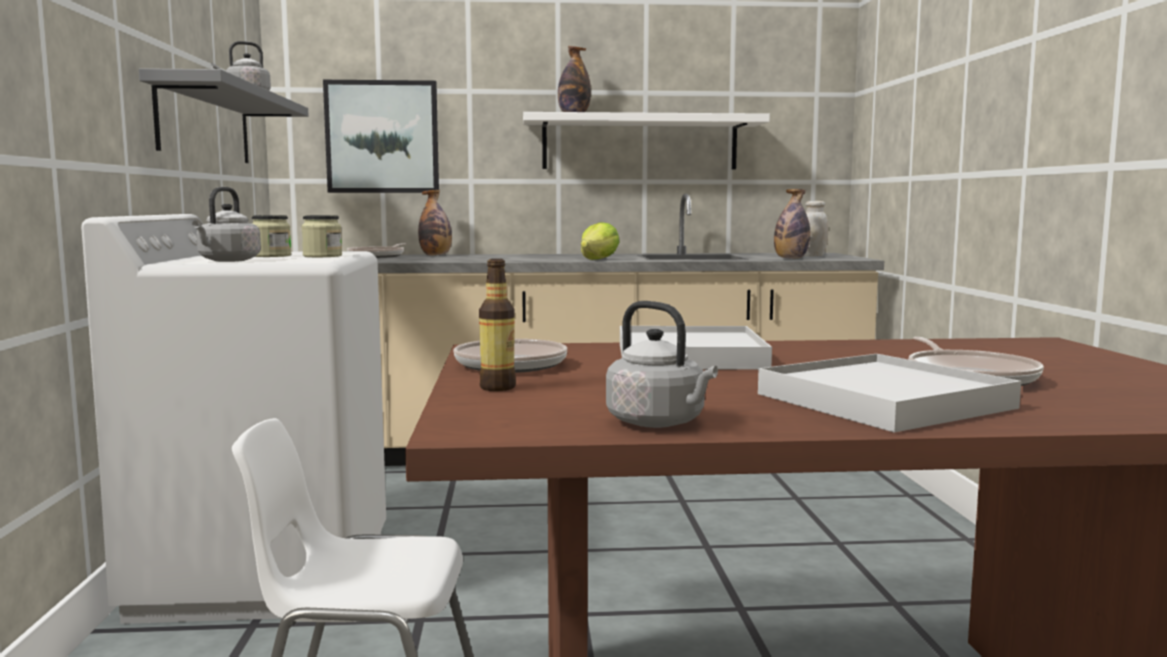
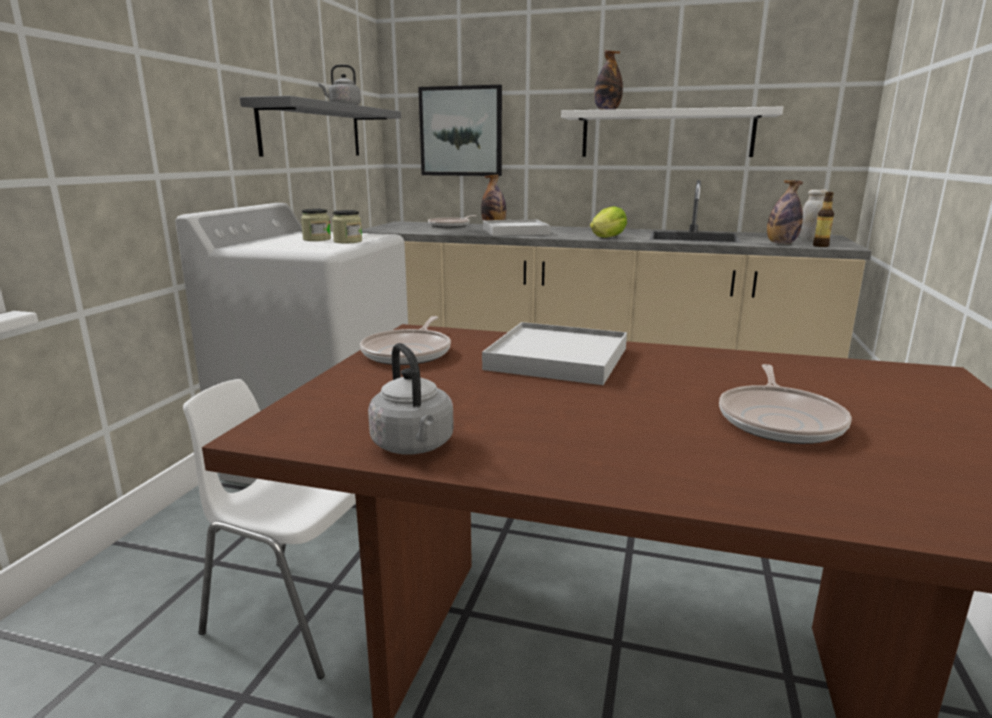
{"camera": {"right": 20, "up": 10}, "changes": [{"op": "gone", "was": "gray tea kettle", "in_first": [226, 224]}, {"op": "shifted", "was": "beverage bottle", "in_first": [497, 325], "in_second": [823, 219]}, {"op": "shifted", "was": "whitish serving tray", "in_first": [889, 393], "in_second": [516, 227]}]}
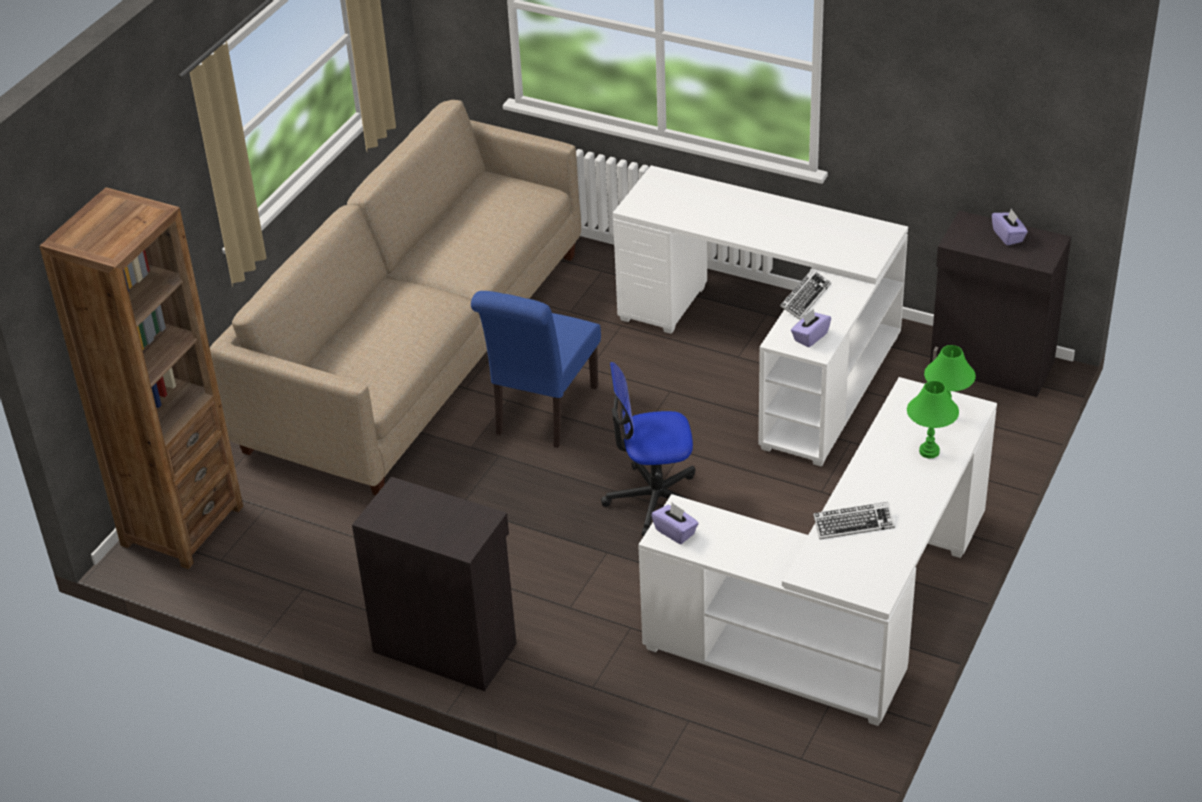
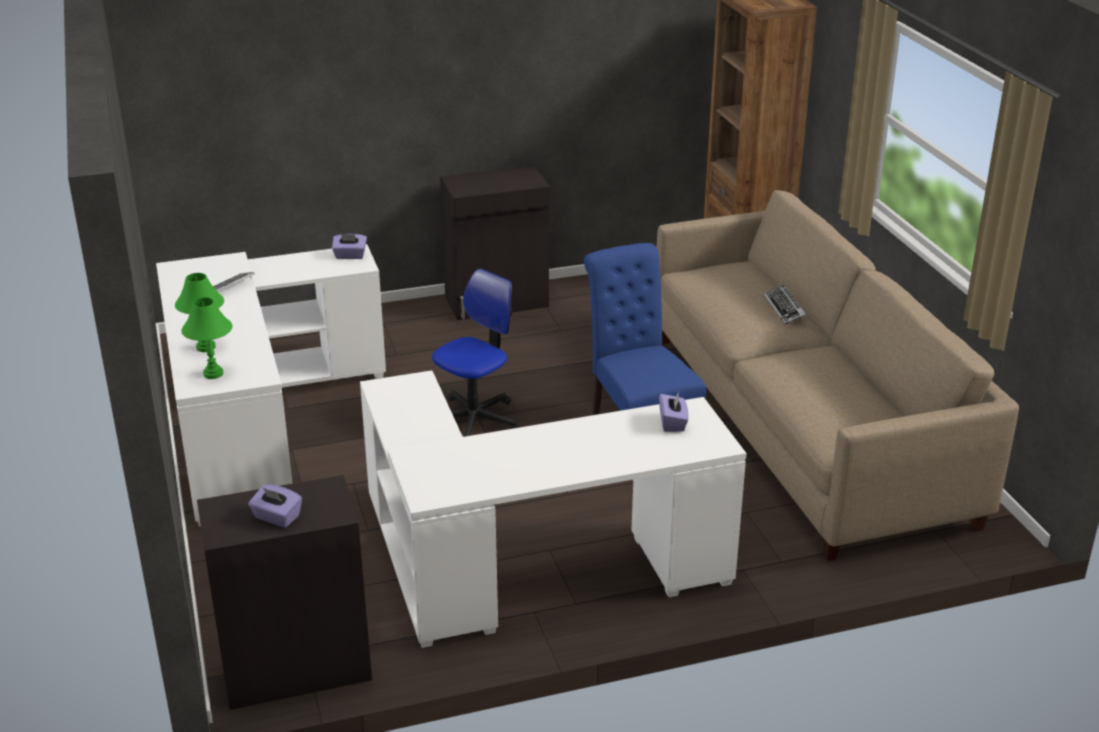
{"camera": {"right": 135, "up": -10}, "changes": [{"op": "shifted", "was": "PC keyboard", "in_first": [805, 294], "in_second": [785, 305]}, {"op": "shifted", "was": "purplish tissue box", "in_first": [811, 328], "in_second": [674, 412]}]}
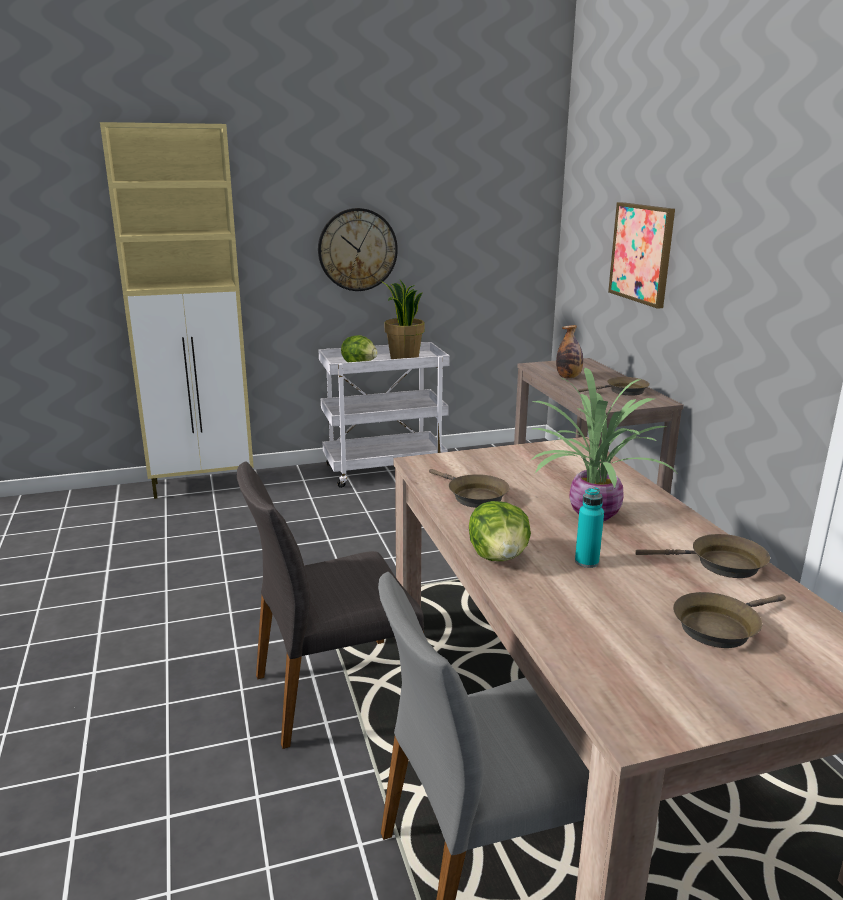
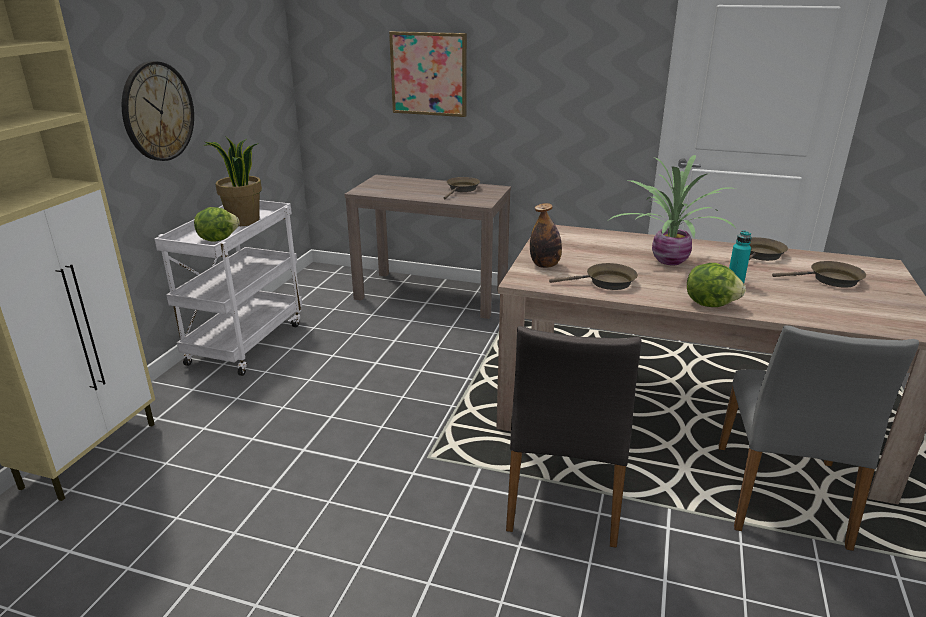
{"camera": {"right": -55, "up": 5}, "changes": [{"op": "shifted", "was": "beverage bottle", "in_first": [569, 351], "in_second": [546, 235]}, {"op": "rotated", "was": "brownish pan", "in_first": [729, 620], "in_second": [819, 274], "clockwise": -90}]}
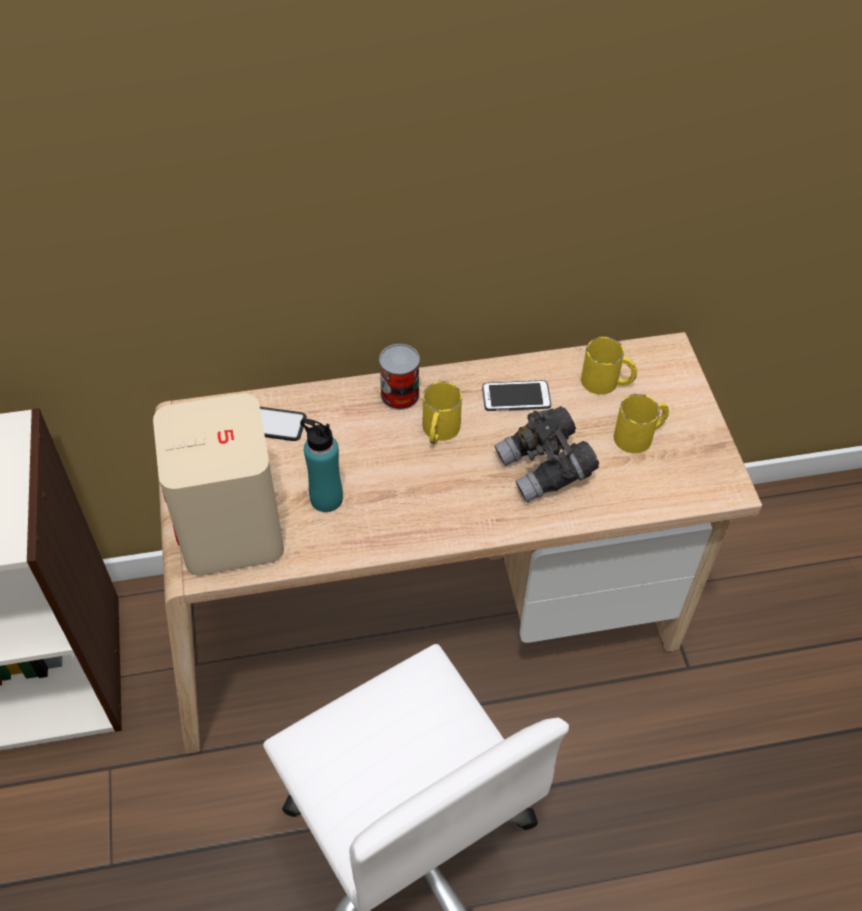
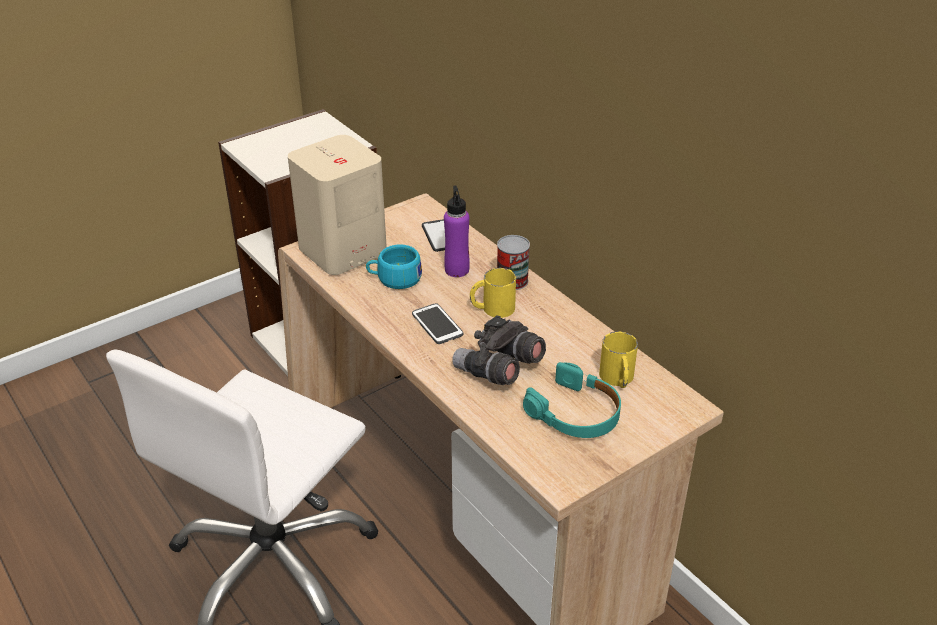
{"camera": {"right": 65, "up": -15}, "changes": [{"op": "swapped", "was": "blue-green beverage bottle", "now": "blue-green small cup", "in_first": [321, 465], "in_second": [394, 266]}, {"op": "shifted", "was": "telephone", "in_first": [516, 395], "in_second": [437, 323]}, {"op": "swapped", "was": "yellowish tea mug", "now": "blue-green headset", "in_first": [641, 423], "in_second": [572, 400]}, {"op": "new", "now": "purplish beverage bottle", "in_second": [457, 231]}]}
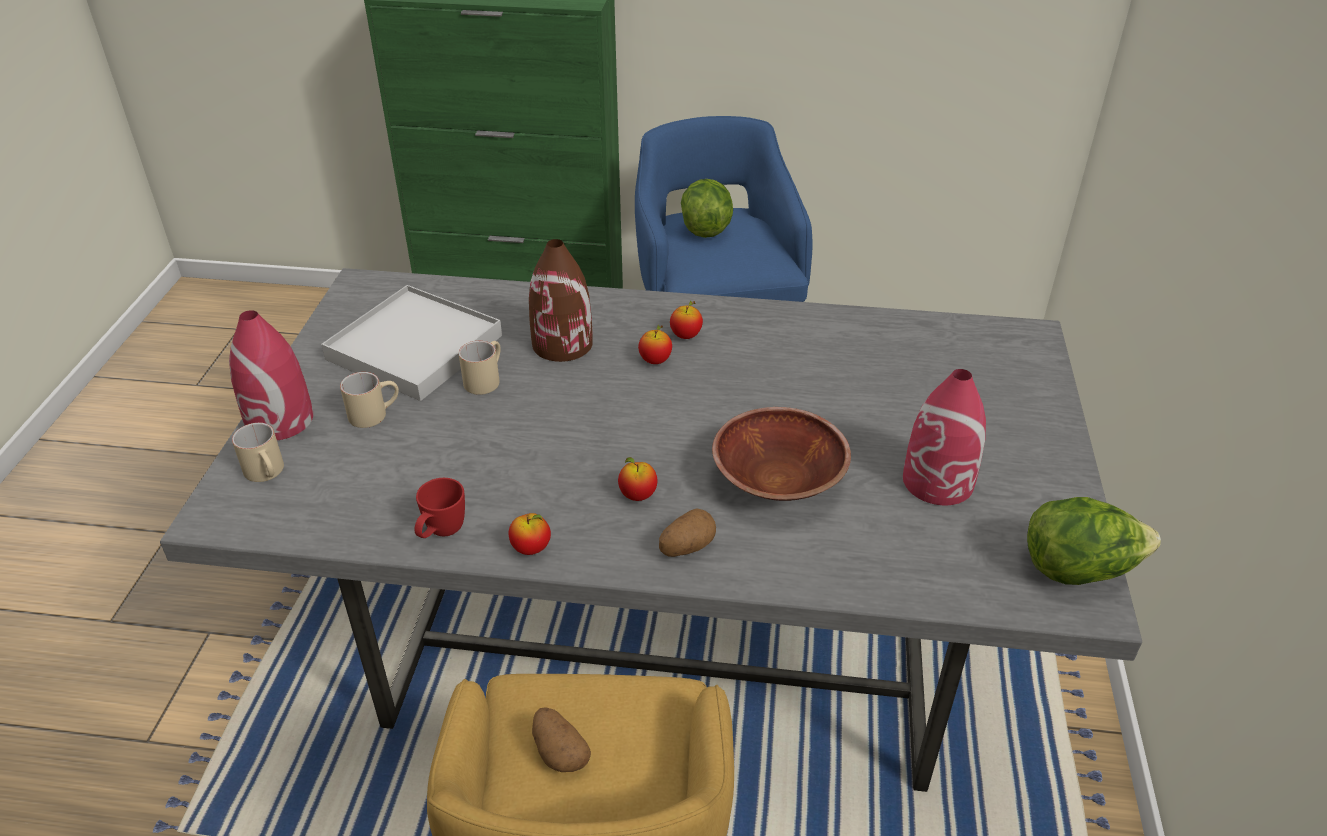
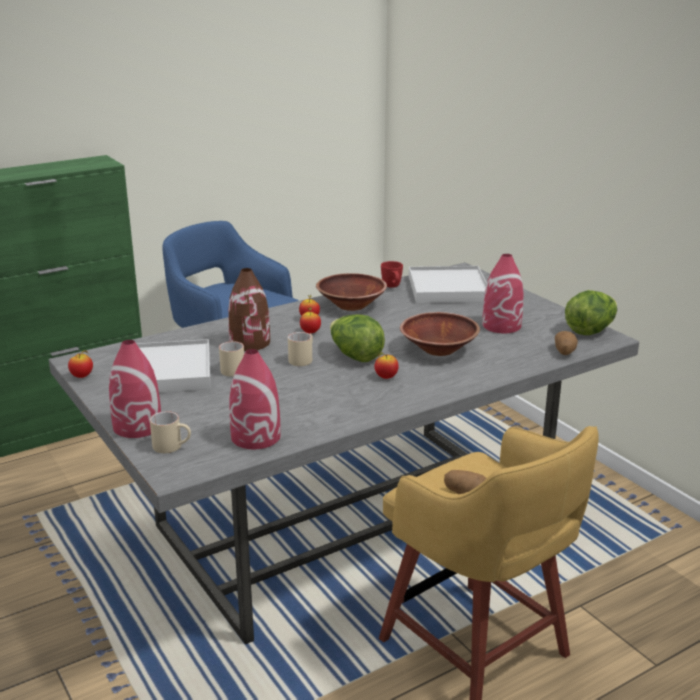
{"camera": {"right": -40, "up": -15}, "changes": [{"op": "shifted", "was": "sand-coloured tea mug", "in_first": [369, 400], "in_second": [300, 349]}, {"op": "shifted", "was": "red-coloured tea mug", "in_first": [439, 508], "in_second": [392, 274]}, {"op": "shifted", "was": "apple", "in_first": [530, 534], "in_second": [80, 364]}, {"op": "shifted", "was": "potato", "in_first": [687, 533], "in_second": [566, 343]}, {"op": "shifted", "was": "lettuce", "in_first": [707, 208], "in_second": [357, 338]}, {"op": "new", "now": "red-coloured flower vase", "in_second": [255, 399]}, {"op": "new", "now": "brownish deep dish", "in_second": [351, 292]}, {"op": "new", "now": "whitish serving tray", "in_second": [448, 284]}]}
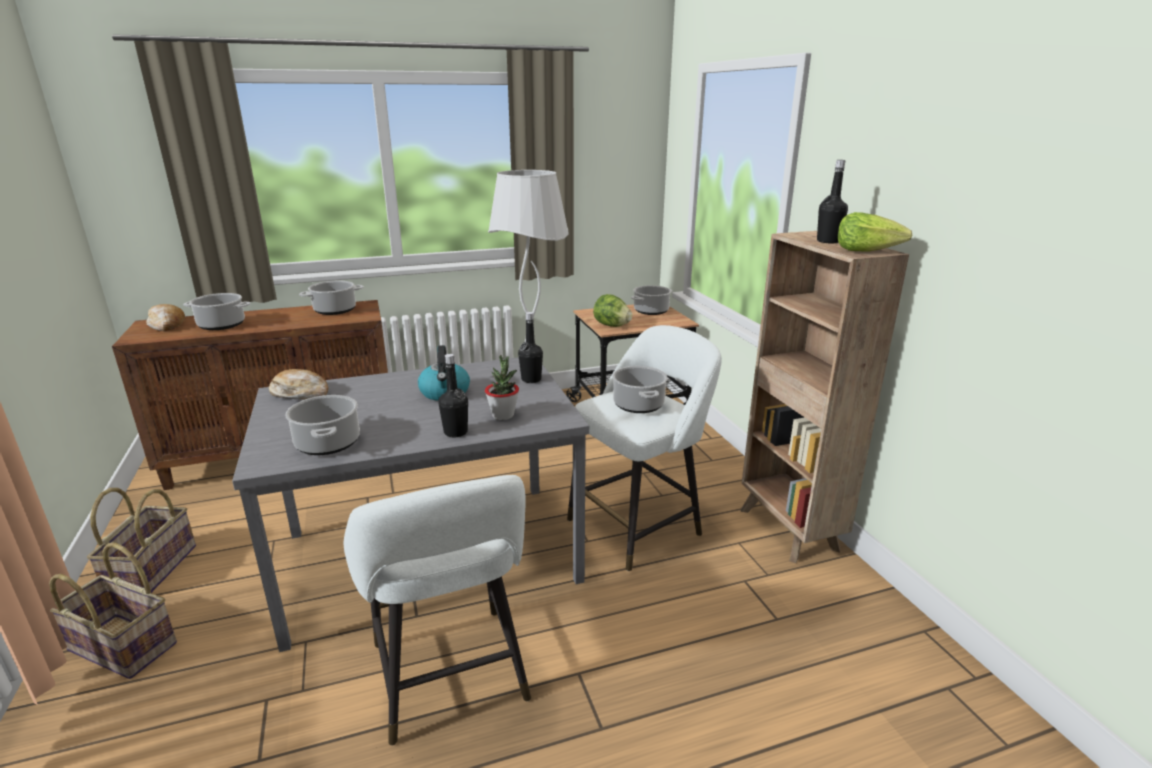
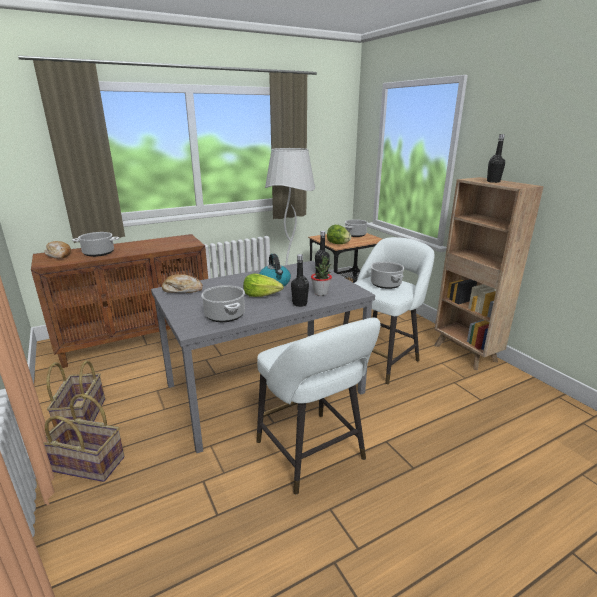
{"camera": {"right": -10, "up": 0}, "changes": [{"op": "gone", "was": "saucepot", "in_first": [331, 298]}, {"op": "shifted", "was": "lettuce", "in_first": [875, 232], "in_second": [263, 285]}]}
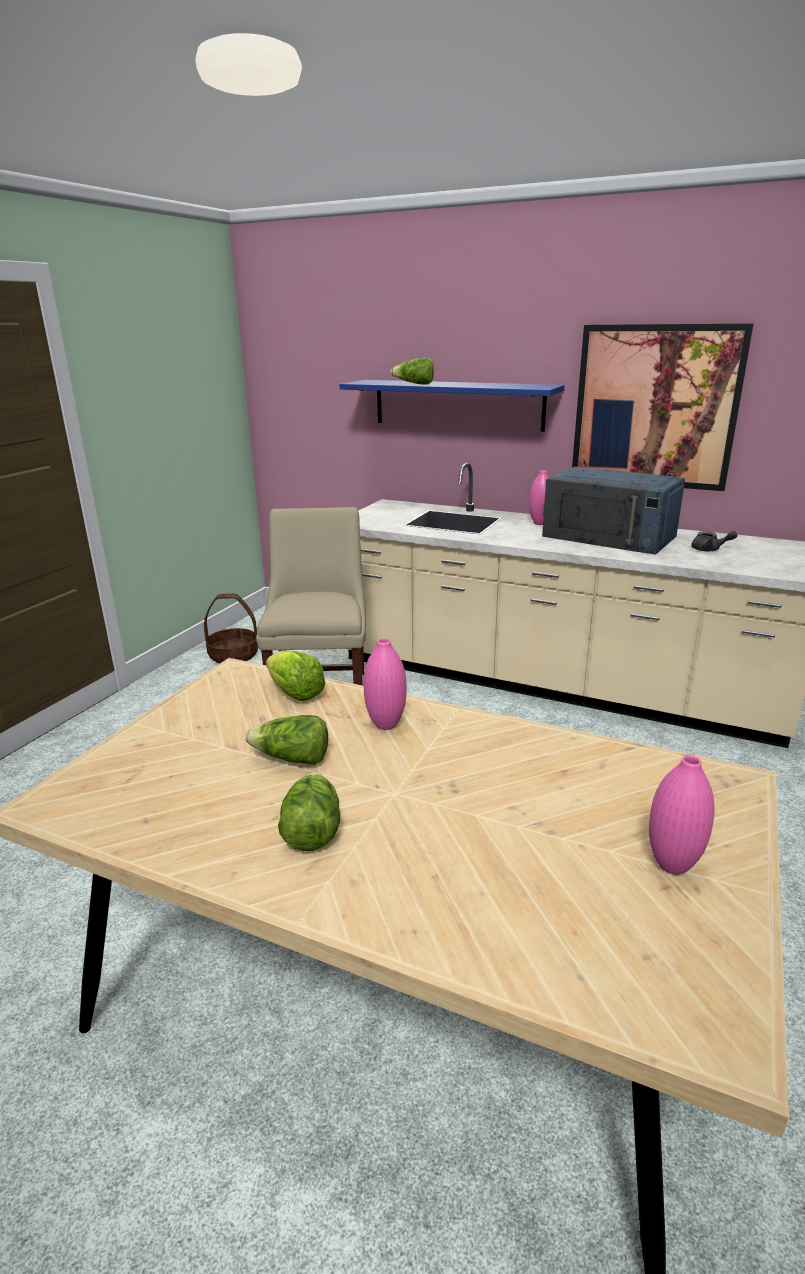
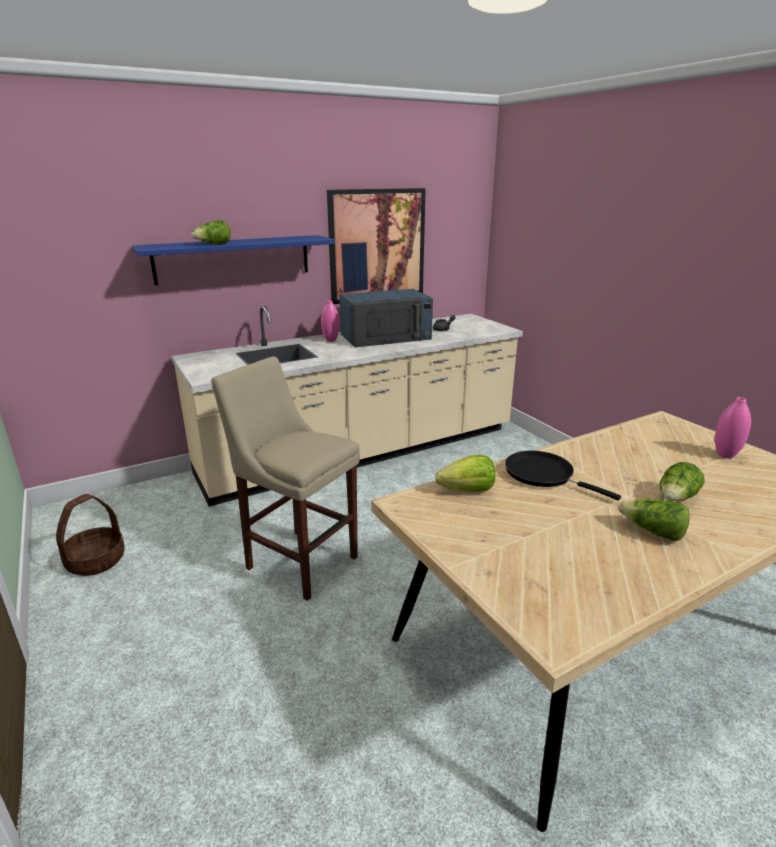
{"camera": {"right": -55, "up": 0}, "changes": [{"op": "shifted", "was": "lettuce", "in_first": [286, 740], "in_second": [682, 481]}, {"op": "swapped", "was": "pinkish flower vase", "now": "blackish pan", "in_first": [385, 684], "in_second": [563, 475]}]}
